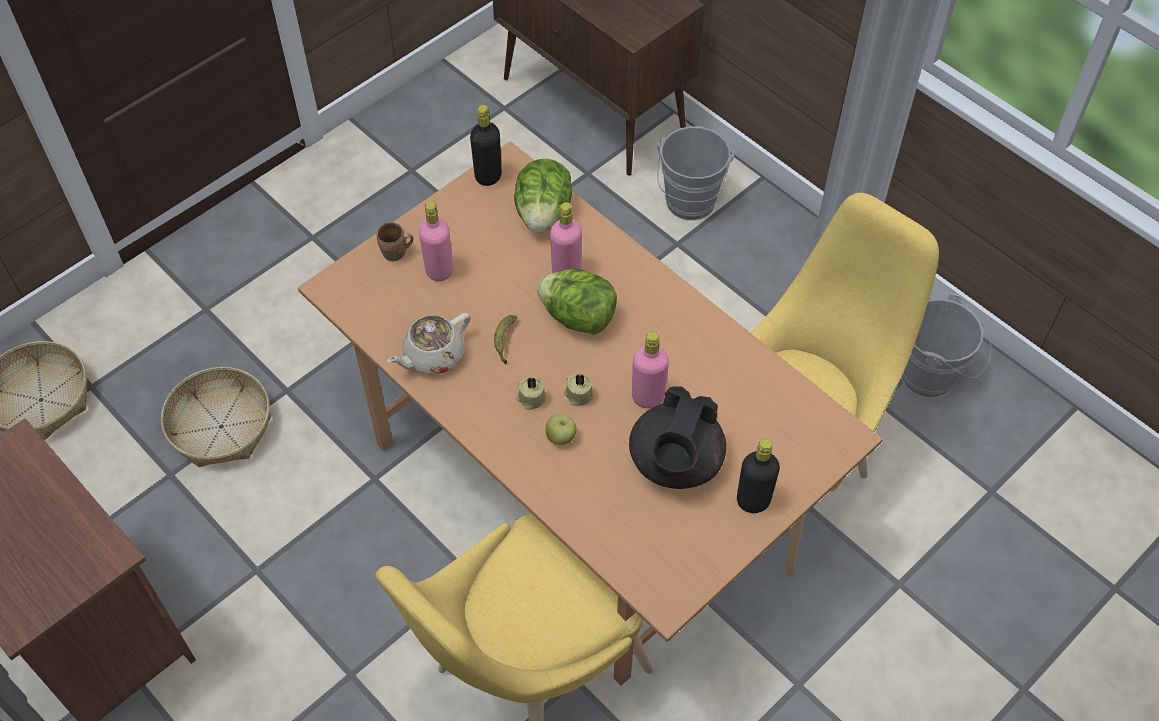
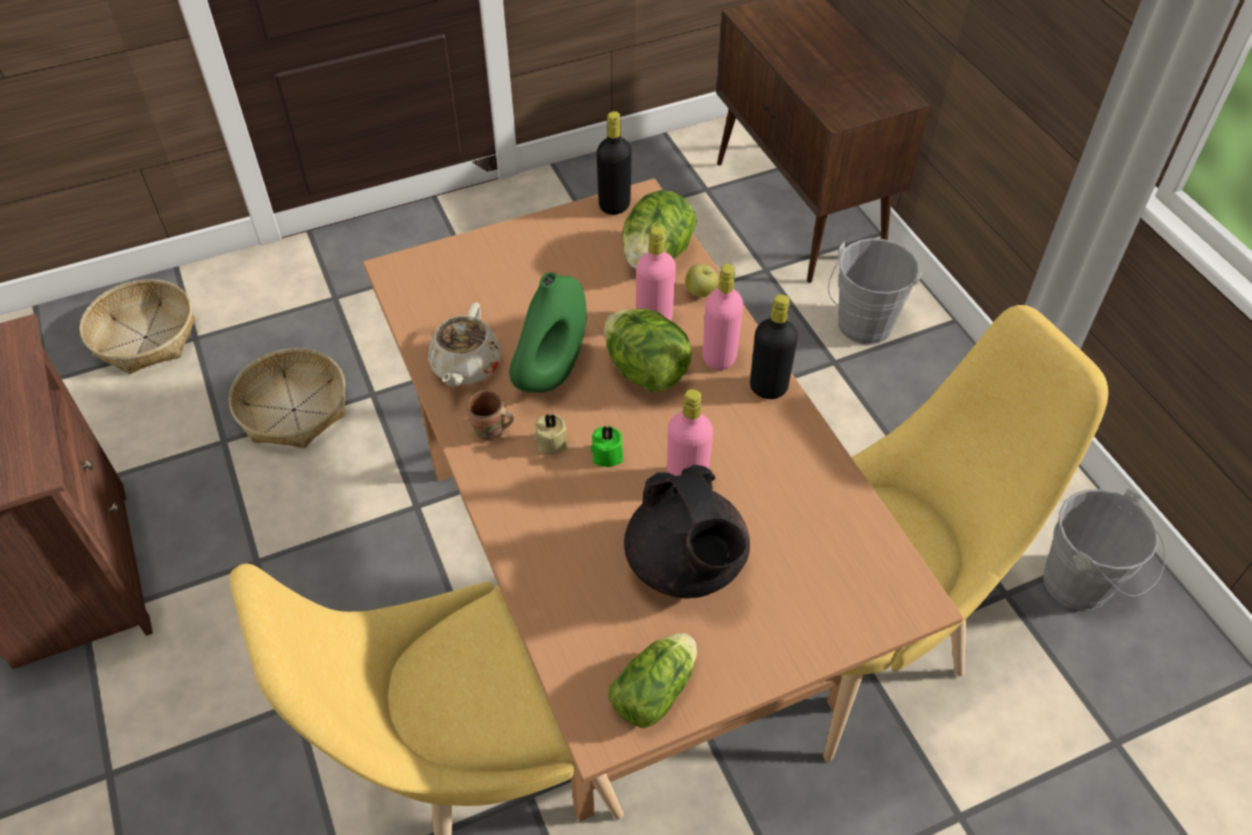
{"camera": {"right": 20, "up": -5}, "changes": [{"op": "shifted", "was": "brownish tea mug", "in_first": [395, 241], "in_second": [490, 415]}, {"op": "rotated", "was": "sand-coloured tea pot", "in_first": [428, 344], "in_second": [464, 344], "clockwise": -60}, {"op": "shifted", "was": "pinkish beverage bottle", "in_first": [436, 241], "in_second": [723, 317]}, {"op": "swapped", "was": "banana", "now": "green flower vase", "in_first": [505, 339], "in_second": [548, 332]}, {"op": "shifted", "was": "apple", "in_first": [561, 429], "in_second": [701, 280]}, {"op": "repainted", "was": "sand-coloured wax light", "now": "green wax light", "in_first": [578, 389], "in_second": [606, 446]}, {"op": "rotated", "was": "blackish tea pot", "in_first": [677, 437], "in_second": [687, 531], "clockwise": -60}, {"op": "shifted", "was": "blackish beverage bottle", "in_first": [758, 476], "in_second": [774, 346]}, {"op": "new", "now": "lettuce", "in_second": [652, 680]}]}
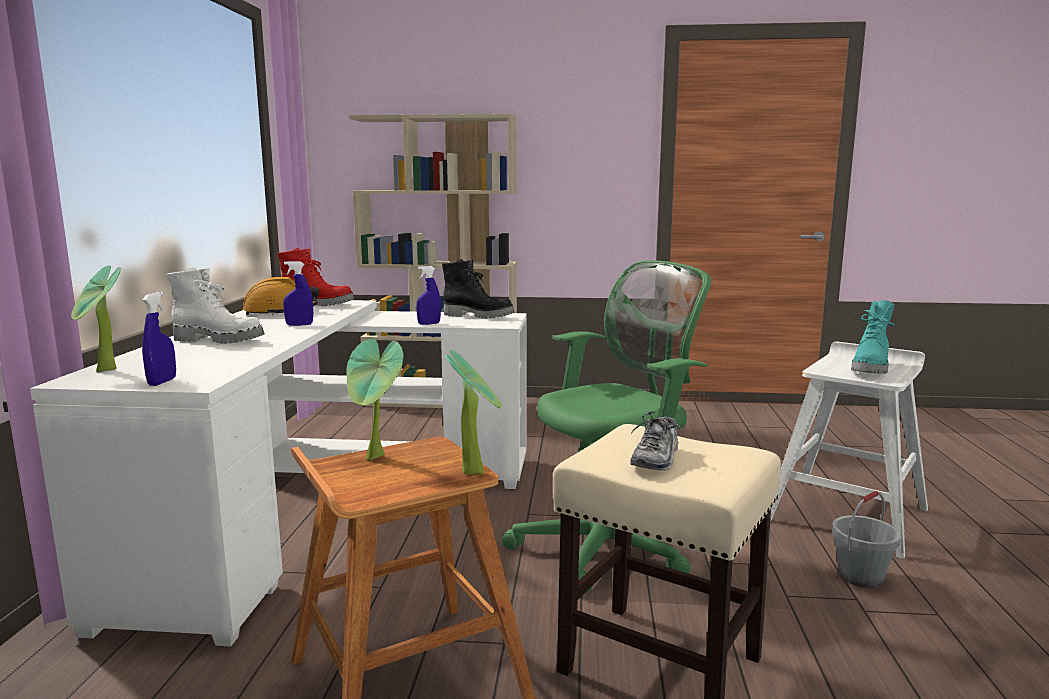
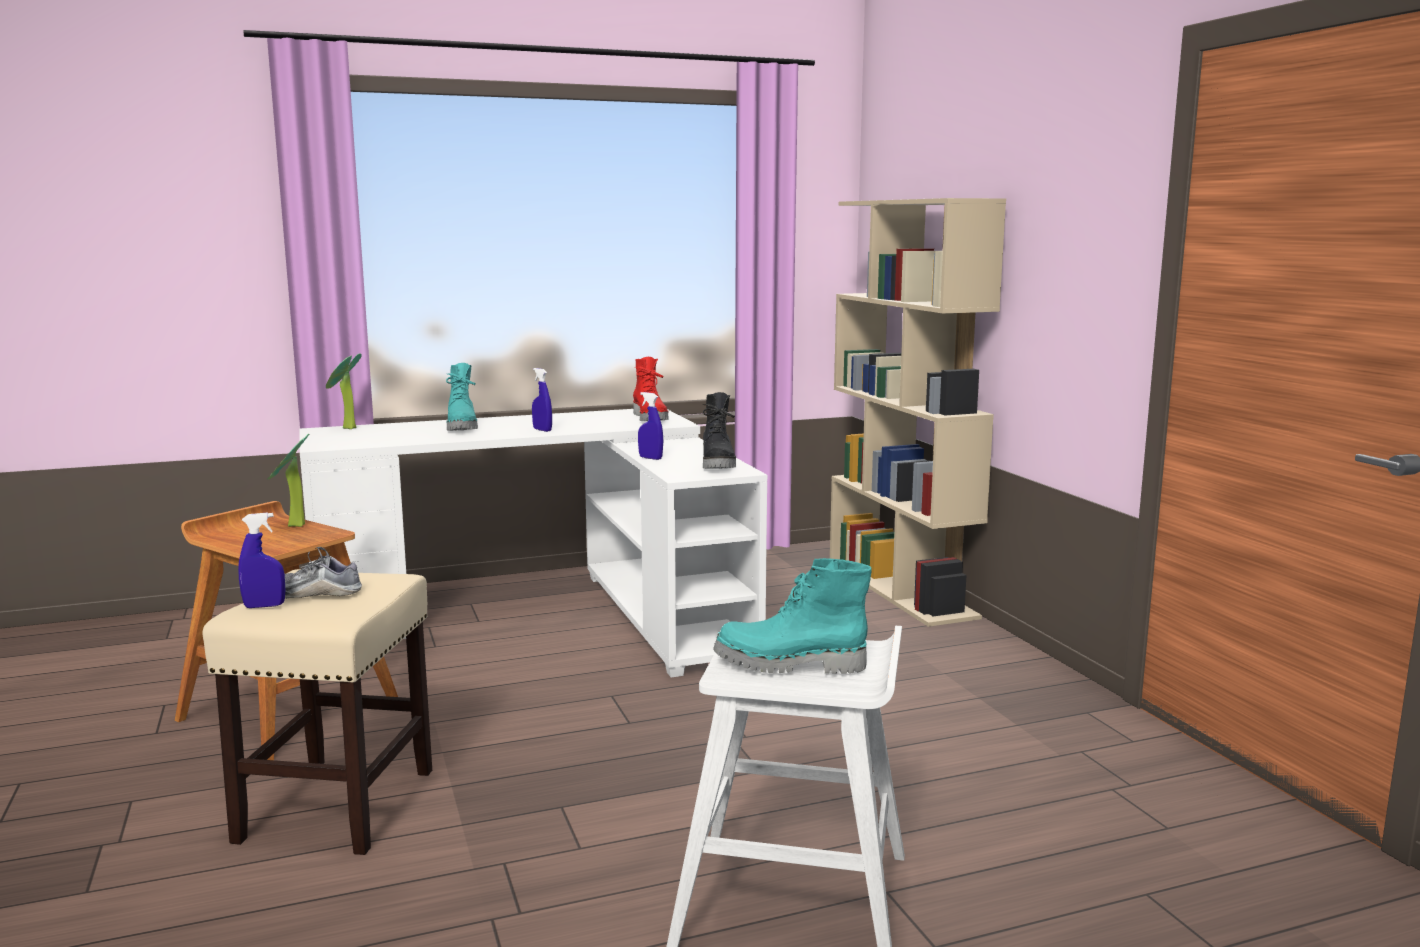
{"camera": {"right": 65, "up": 0}, "changes": [{"op": "shifted", "was": "bluish hand sprayer", "in_first": [159, 339], "in_second": [261, 560]}, {"op": "repainted", "was": "whitish high-top boot", "now": "blue-green high-top boot", "in_first": [216, 305], "in_second": [462, 397]}, {"op": "gone", "was": "orangey work helmet", "in_first": [281, 296]}, {"op": "gone", "was": "potted plant", "in_first": [474, 412]}, {"op": "gone", "was": "green computer chair", "in_first": [606, 427]}, {"op": "gone", "was": "gray pail", "in_first": [866, 539]}]}
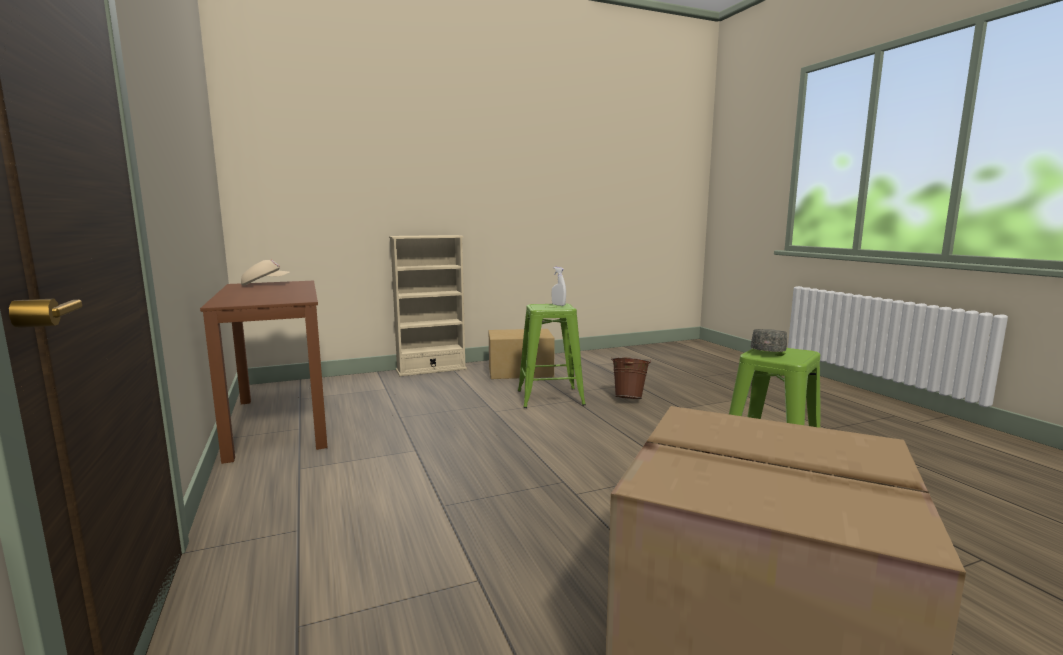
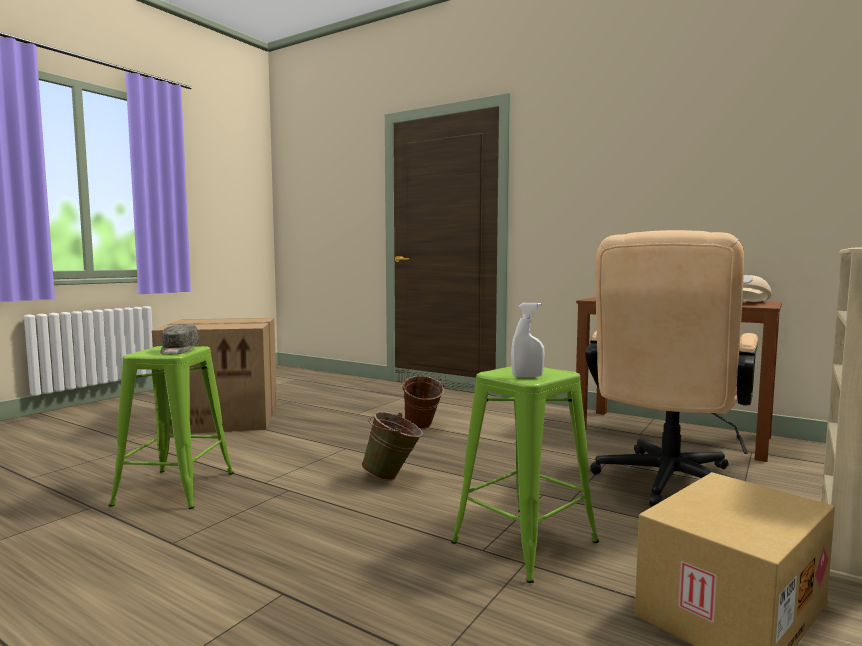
{"camera": {"right": 145, "up": -5}, "changes": [{"op": "shifted", "was": "brownish pail", "in_first": [631, 378], "in_second": [422, 402]}, {"op": "new", "now": "green pail", "in_second": [392, 446]}, {"op": "new", "now": "sand-coloured computer chair", "in_second": [671, 368]}]}
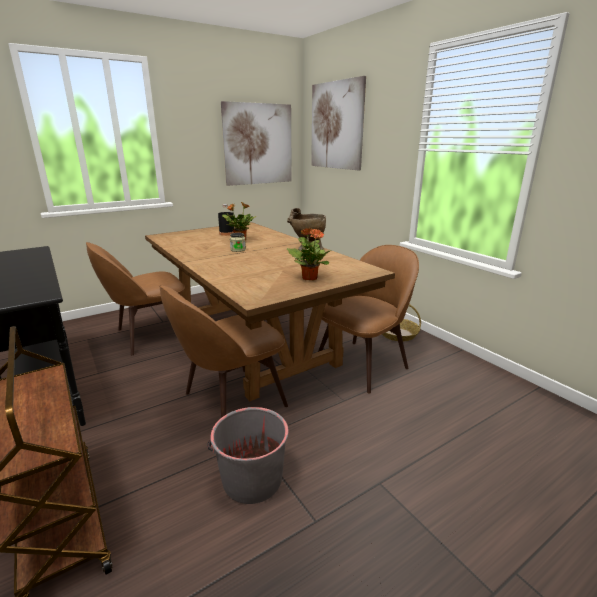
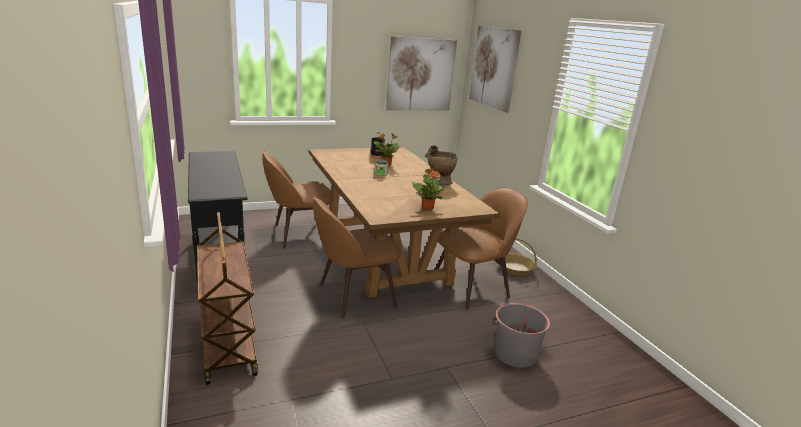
{"camera": {"right": 10, "up": 0}, "changes": [{"op": "shifted", "was": "gray pail", "in_first": [248, 455], "in_second": [521, 335]}]}
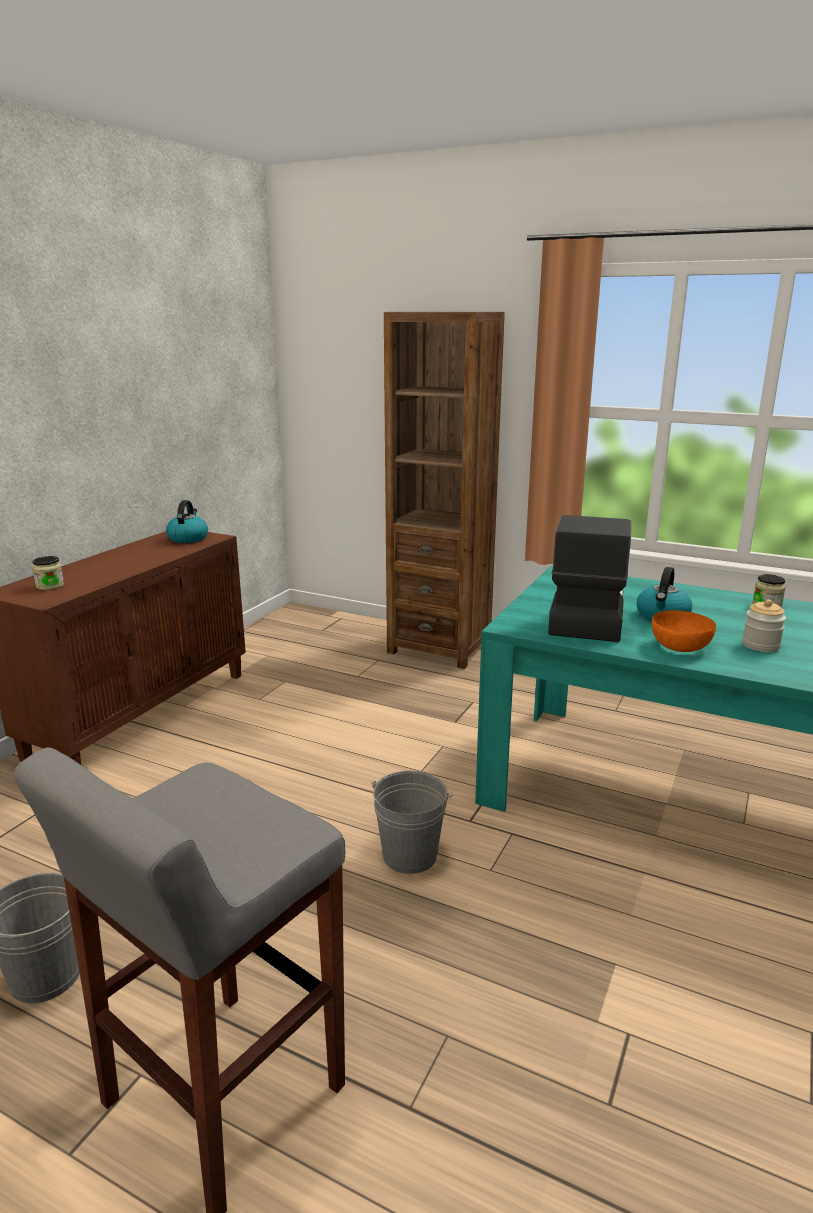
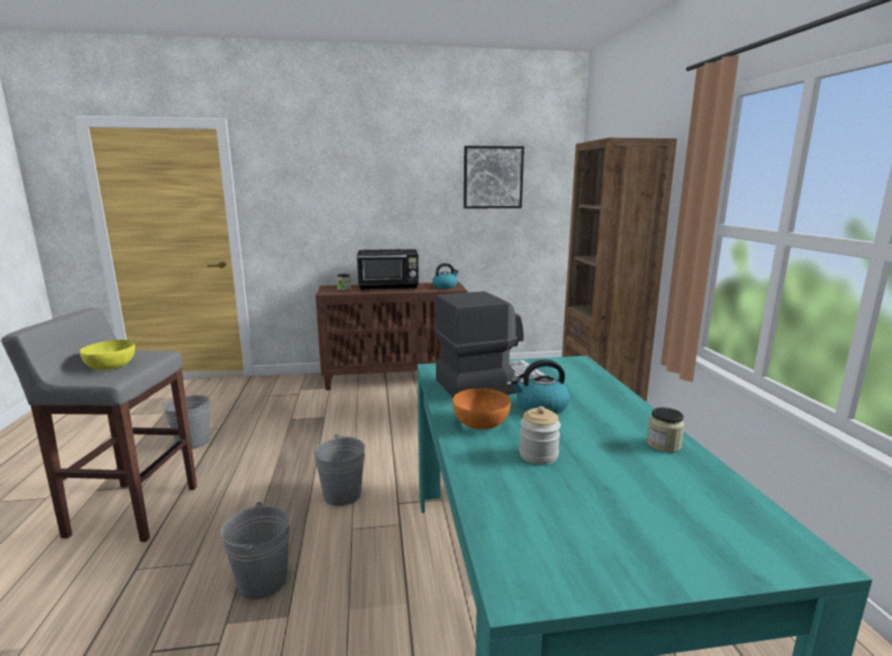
{"camera": {"right": 55, "up": -5}, "changes": [{"op": "new", "now": "yellowish deep dish", "in_second": [107, 355]}, {"op": "new", "now": "gray pail", "in_second": [255, 550]}, {"op": "new", "now": "blackish kitchen microwave", "in_second": [388, 269]}, {"op": "new", "now": "wall picture", "in_second": [494, 177]}]}
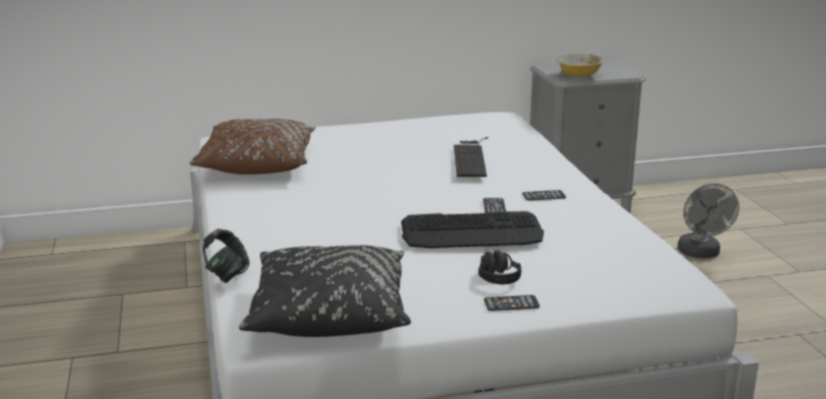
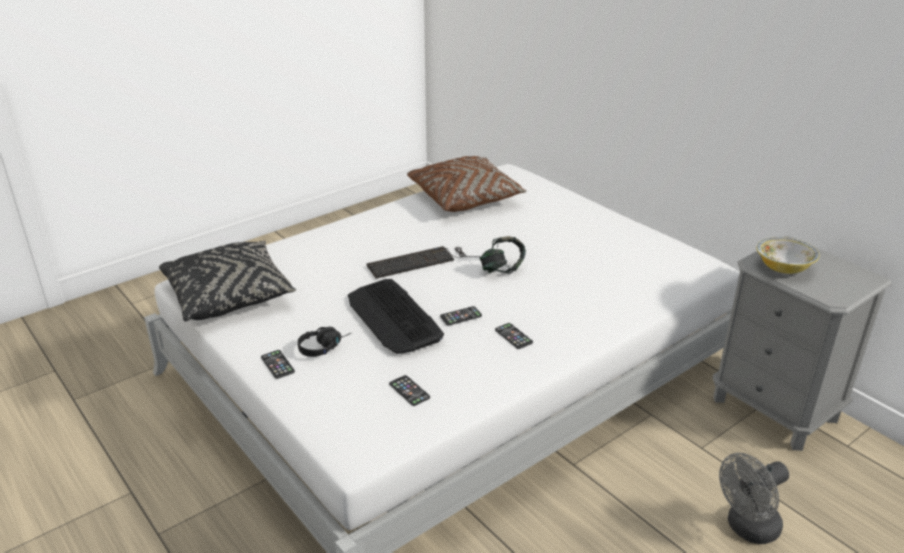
{"camera": {"right": 65, "up": 10}, "changes": [{"op": "shifted", "was": "headset", "in_first": [226, 256], "in_second": [503, 255]}, {"op": "shifted", "was": "PC keyboard", "in_first": [471, 157], "in_second": [423, 262]}, {"op": "new", "now": "telephone", "in_second": [409, 390]}]}
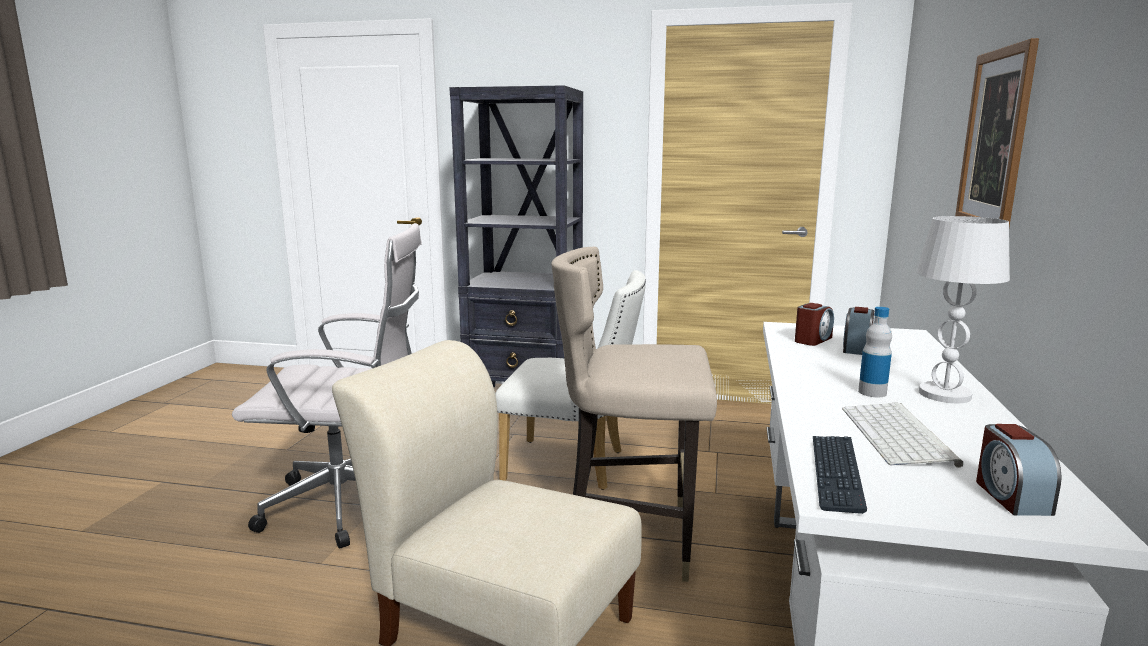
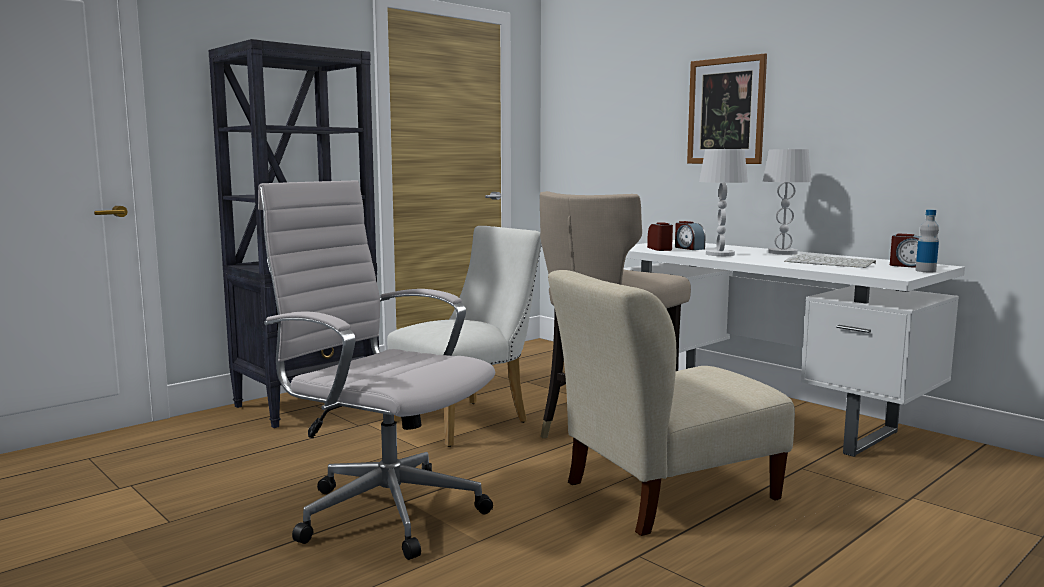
{"camera": {"right": -55, "up": -5}, "changes": [{"op": "rotated", "was": "whitish computer chair", "in_first": [327, 386], "in_second": [376, 370], "clockwise": -90}, {"op": "gone", "was": "PC keyboard", "in_first": [840, 475]}, {"op": "shifted", "was": "beverage bottle", "in_first": [875, 352], "in_second": [927, 241]}, {"op": "new", "now": "whitish table lamp", "in_second": [723, 202]}]}
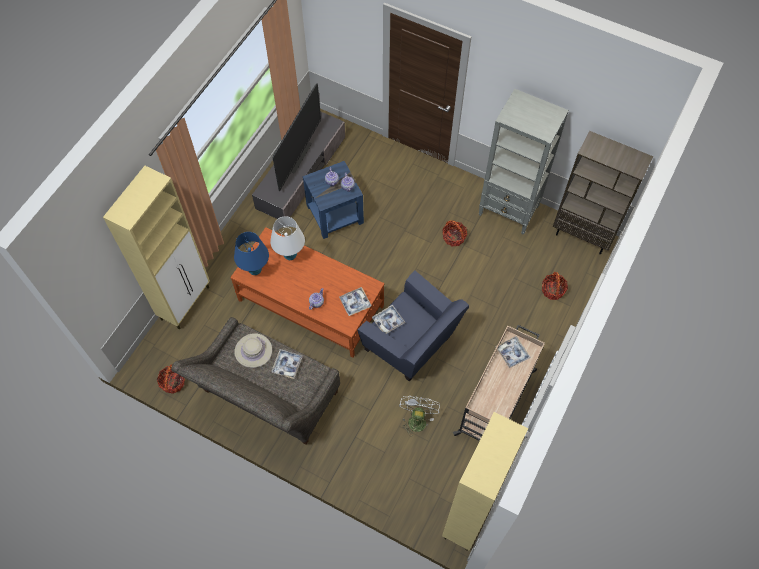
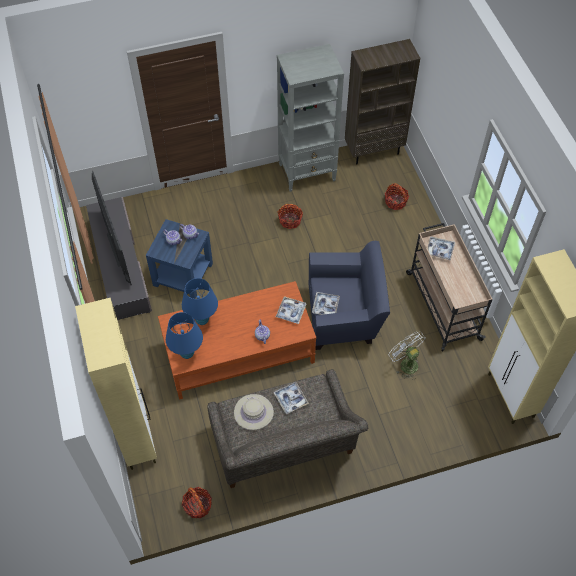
{"camera": {"right": -45, "up": -5}, "changes": [{"op": "repainted", "was": "whitish table lamp", "now": "bluish table lamp", "in_first": [287, 238], "in_second": [200, 301]}]}
